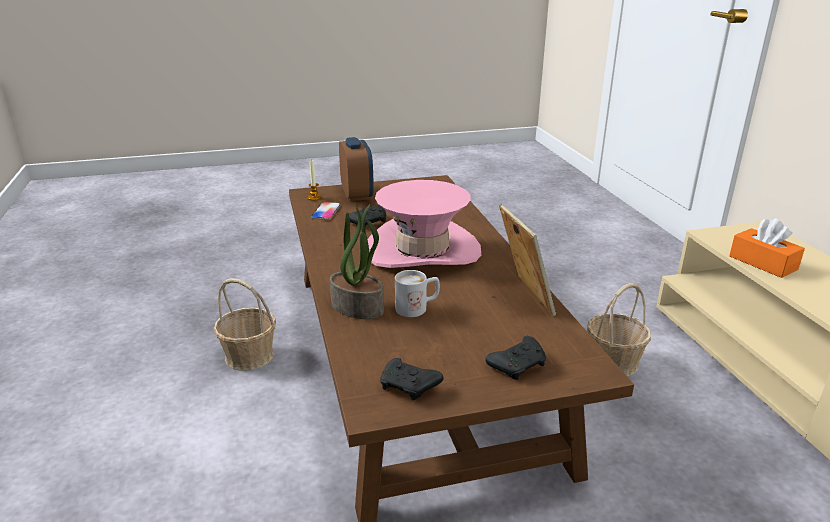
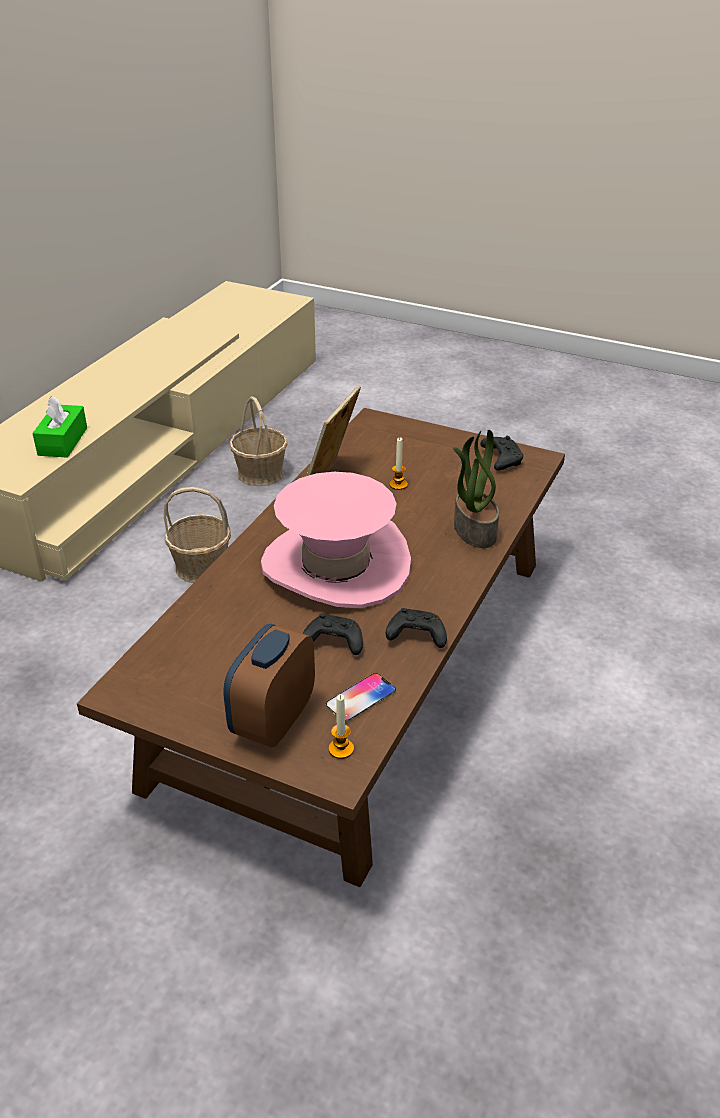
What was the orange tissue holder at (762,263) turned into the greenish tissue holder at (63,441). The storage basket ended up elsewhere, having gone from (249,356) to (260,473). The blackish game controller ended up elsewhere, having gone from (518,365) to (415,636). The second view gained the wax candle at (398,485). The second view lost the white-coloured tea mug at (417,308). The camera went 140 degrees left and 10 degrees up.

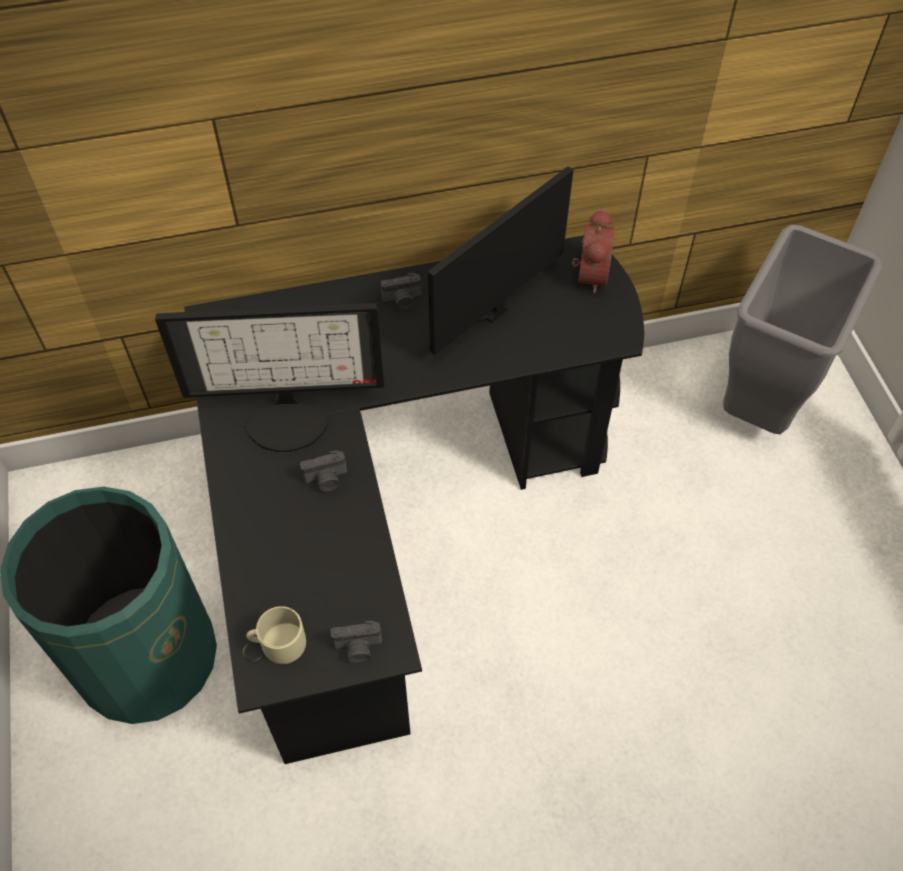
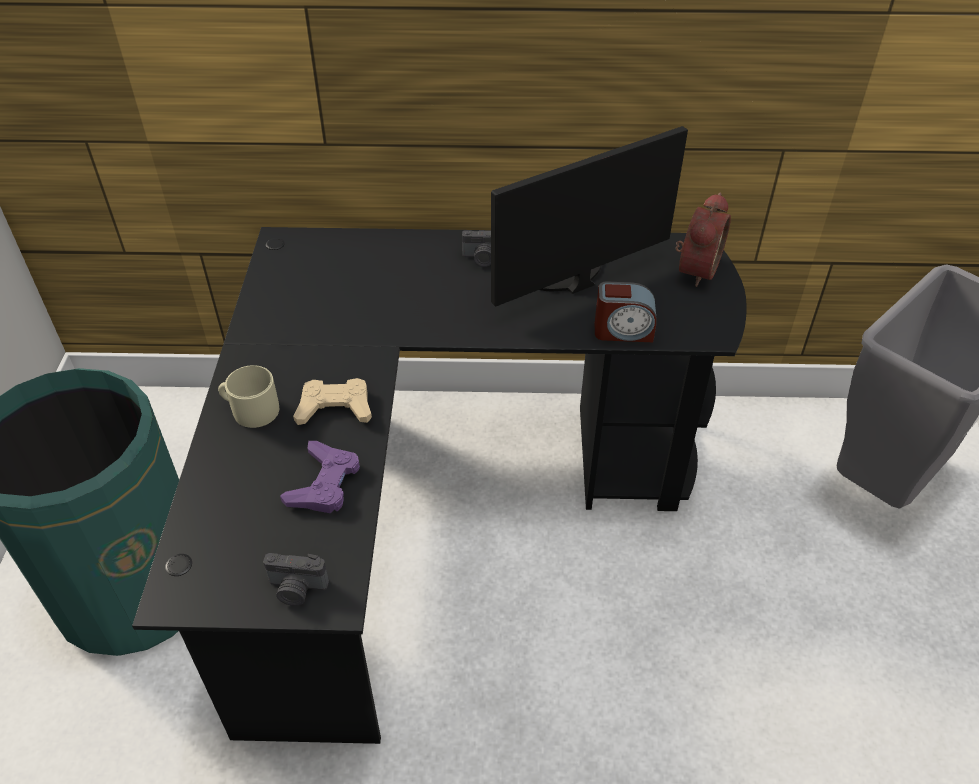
The sand-coloured tea mug ended up elsewhere, having gone from (278,643) to (250,409). The second view gained the purple-coloured game controller at (324,483). Where the photo camera stood at (326,480), the sand-coloured game controller came to stand at (335,408). The second view gained the alarm clock at (623,331). The second view lost the monitor at (288,419). The camera went 15 degrees right and 10 degrees down.

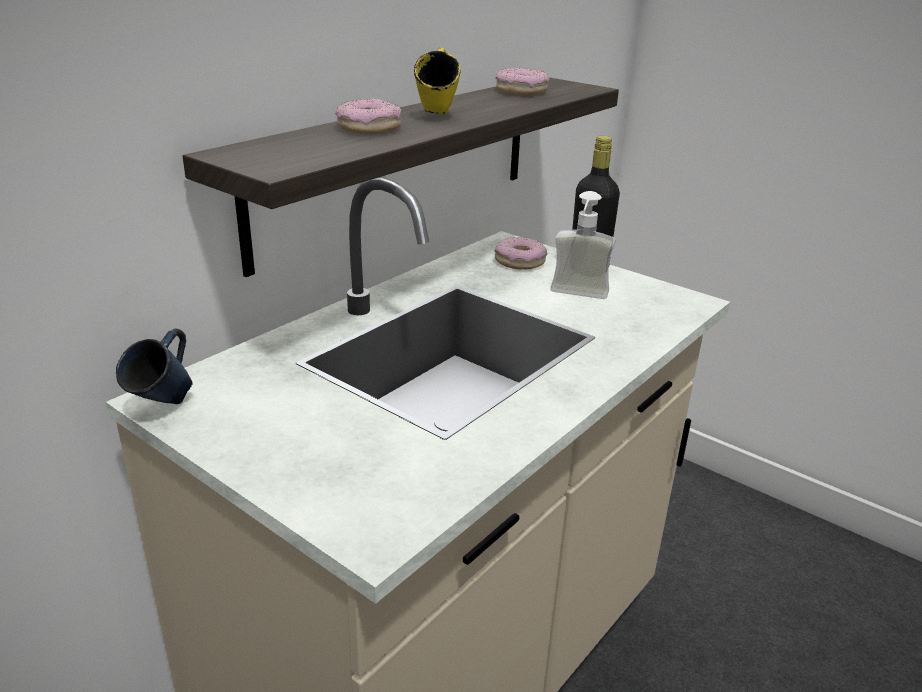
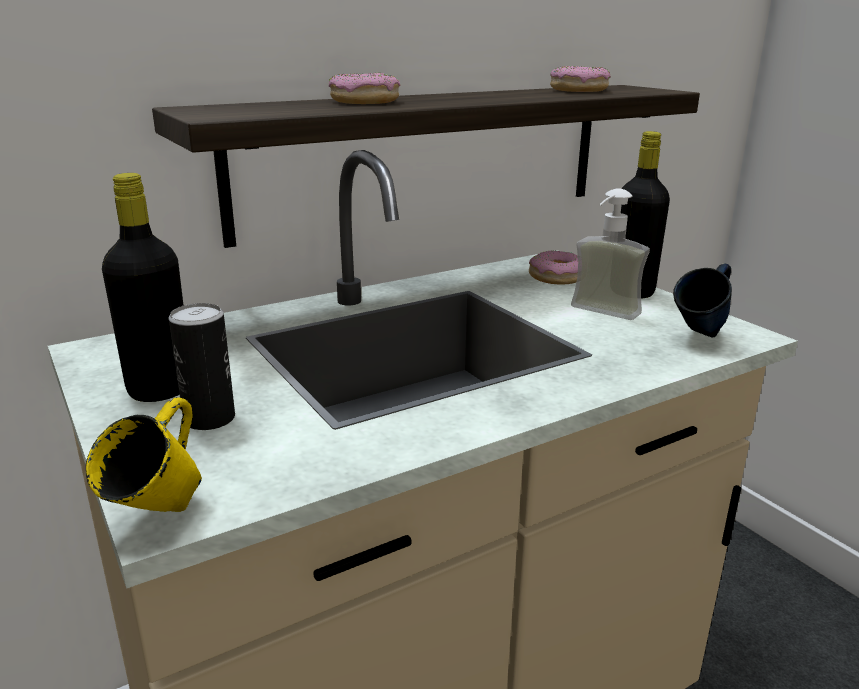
The yellow-coloured tea mug ended up elsewhere, having gone from (437,116) to (160,517). The second view gained the blackish bottle at (160,389). The second view gained the metal can at (209,419). The blue-coloured tea mug ended up elsewhere, having gone from (164,407) to (700,338). The camera went 20 degrees right and 5 degrees down.

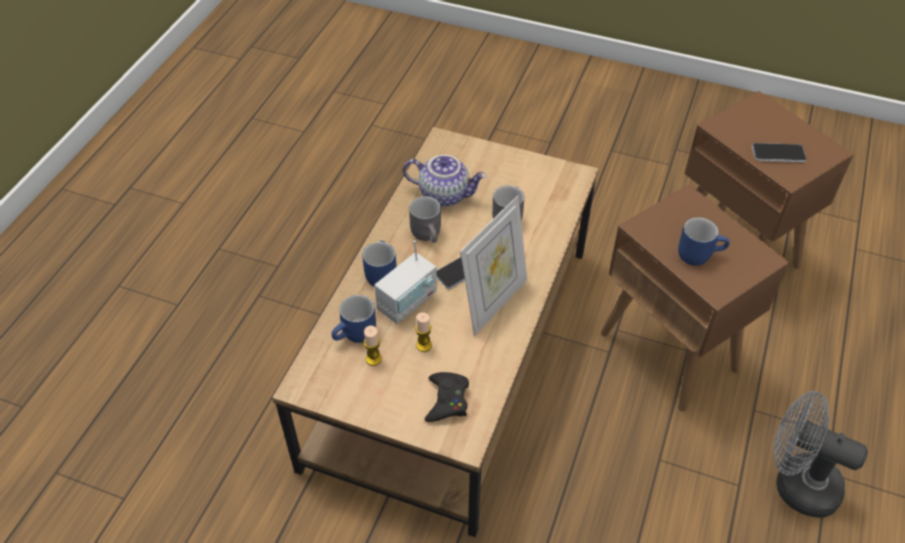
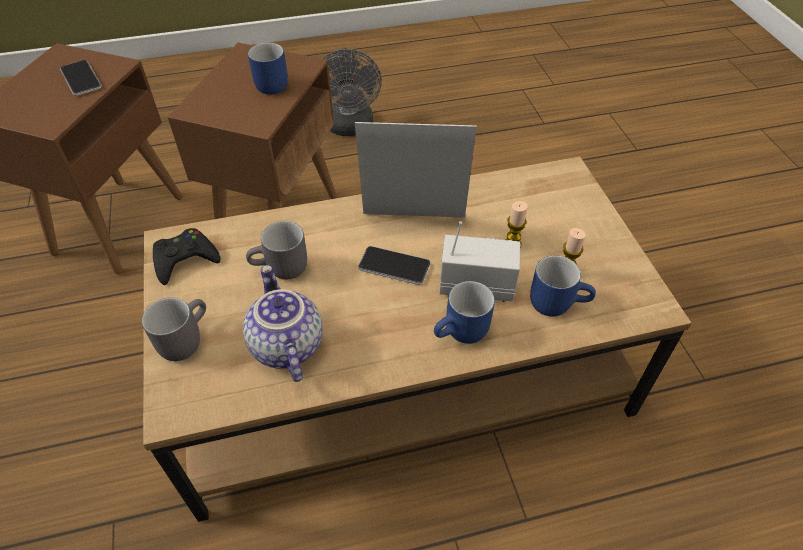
The greyish tea mug ended up elsewhere, having gone from (429,234) to (183,338). The blackish game controller ended up elsewhere, having gone from (447,400) to (185,259). The camera went 125 degrees left and 0 degrees up.

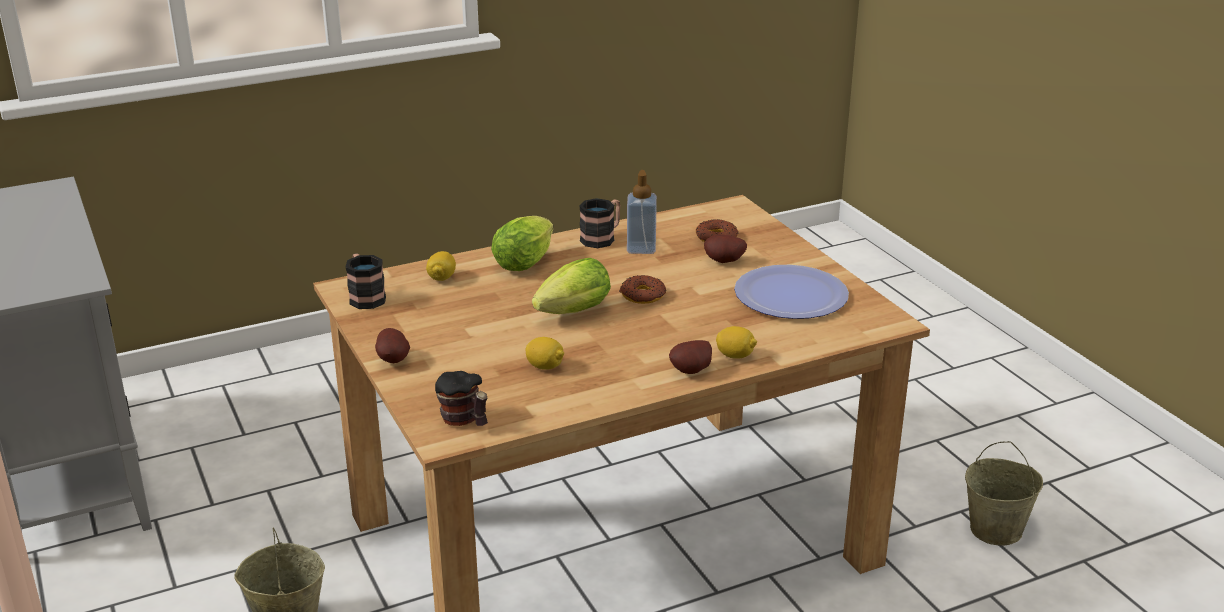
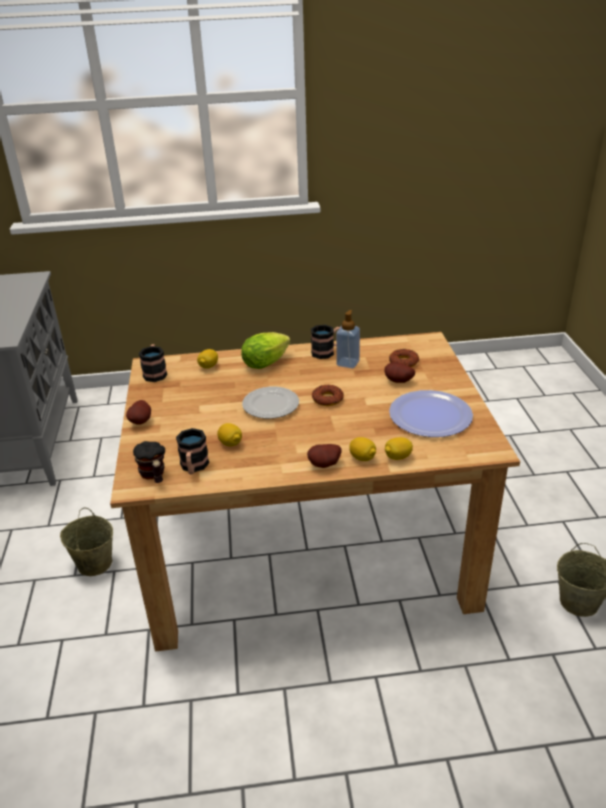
The second view gained the tea mug at (194,467). Where the lettuce stood at (570,314), the plate came to stand at (271,405). The second view gained the lemon at (397,457). The camera went 20 degrees right and 5 degrees up.

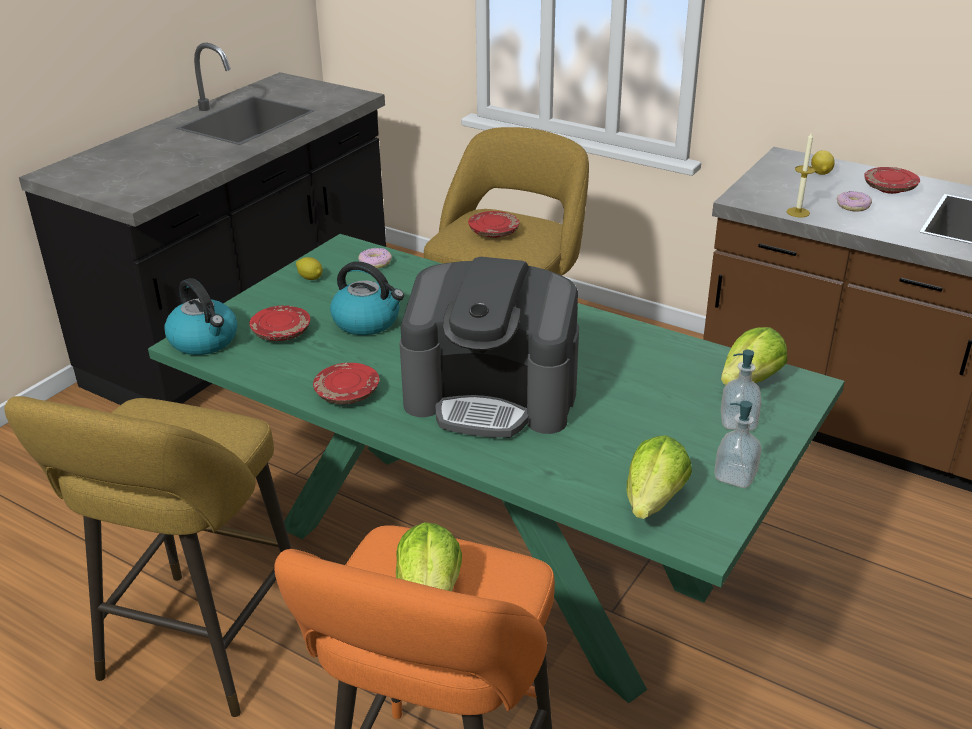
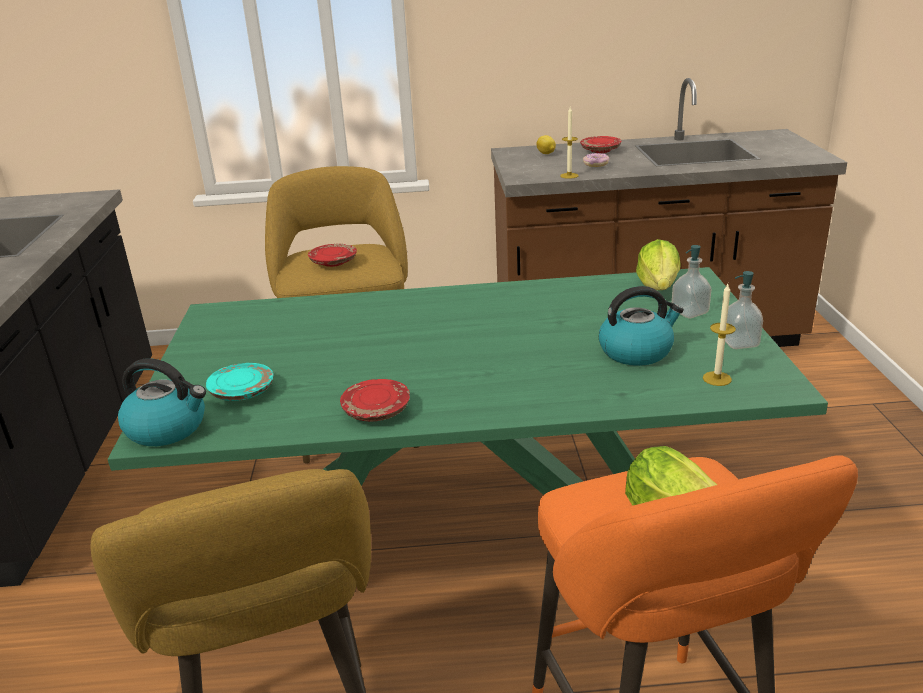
What was the reddish plate at (281,332) turned into the turquoise-coloured plate at (242,392). The kettle ended up elsewhere, having gone from (367,321) to (636,351). Where the lettuce stood at (654,500), the wax candle came to stand at (717,378). The second view lost the lemon at (310,278). The second view lost the doughnut at (375,263). The second view lost the coffee machine at (492,396). The camera went 35 degrees left and 5 degrees down.

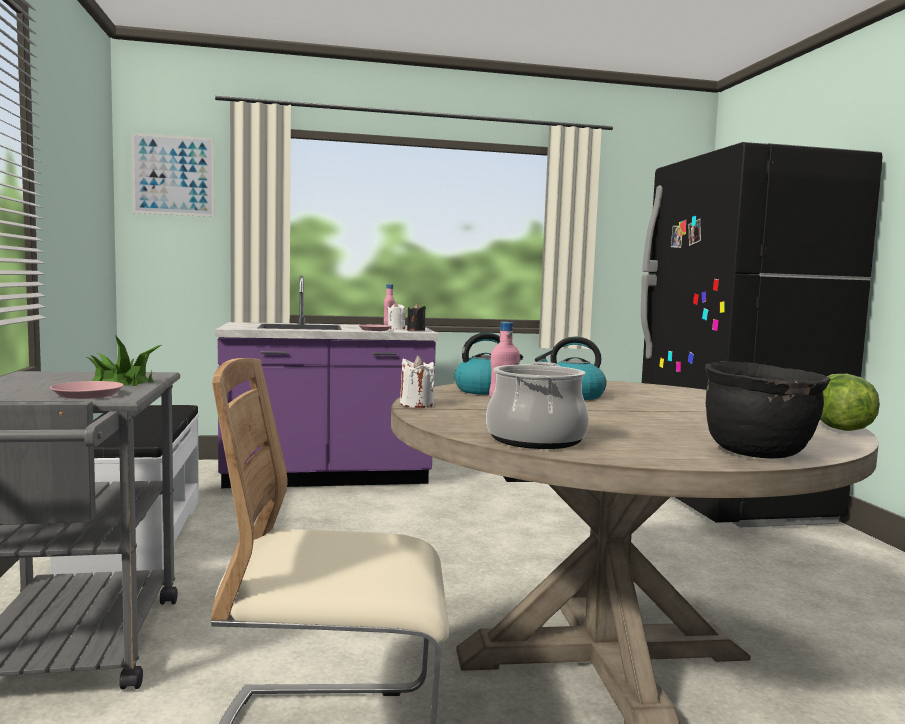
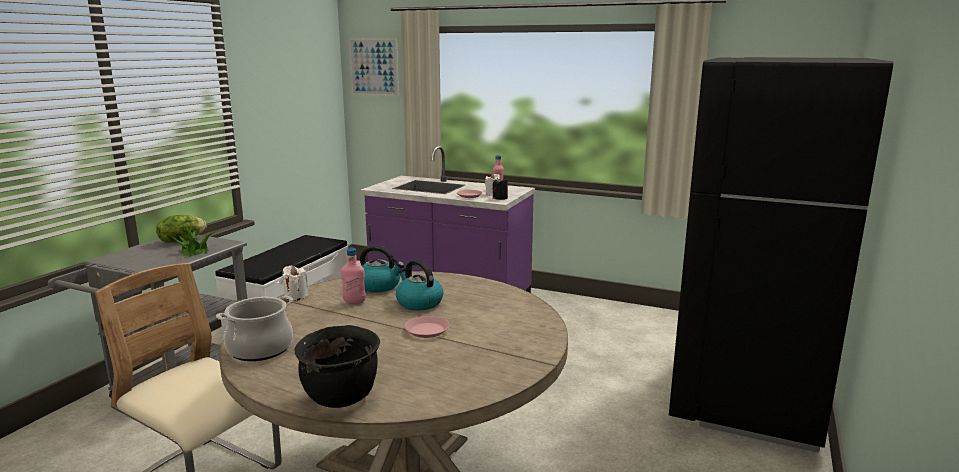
The lettuce ended up elsewhere, having gone from (838,428) to (181,241). The pink-coloured plate ended up elsewhere, having gone from (87,394) to (426,330). The camera went 35 degrees right and 10 degrees up.

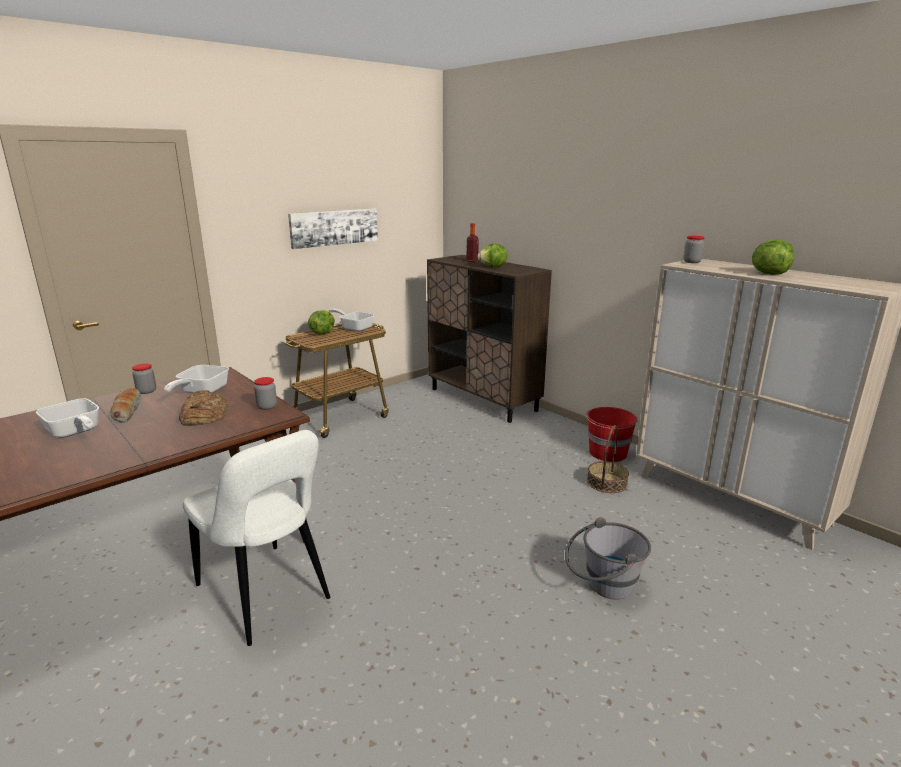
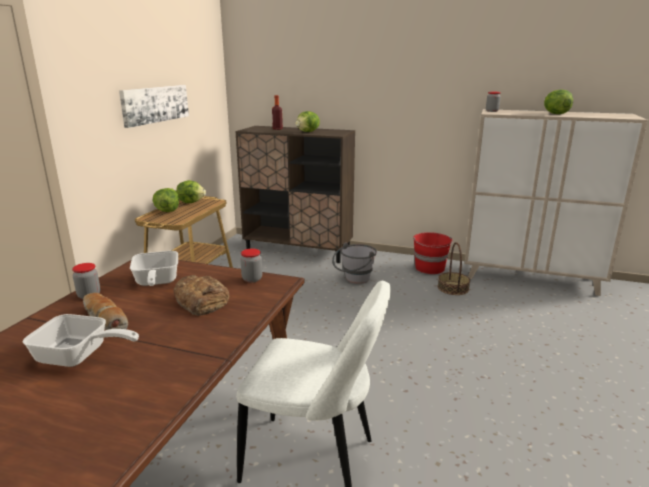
Where the skillet stood at (354,328), the lettuce came to stand at (191,202). The greyish pail ended up elsewhere, having gone from (602,587) to (354,280). The camera went 30 degrees left and 0 degrees up.

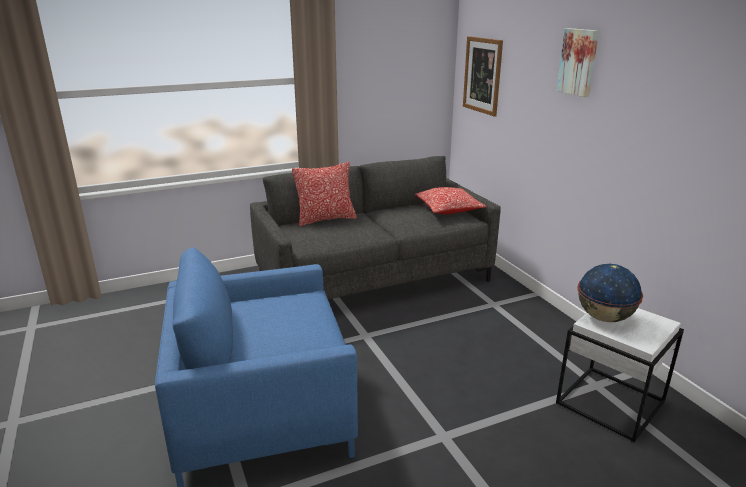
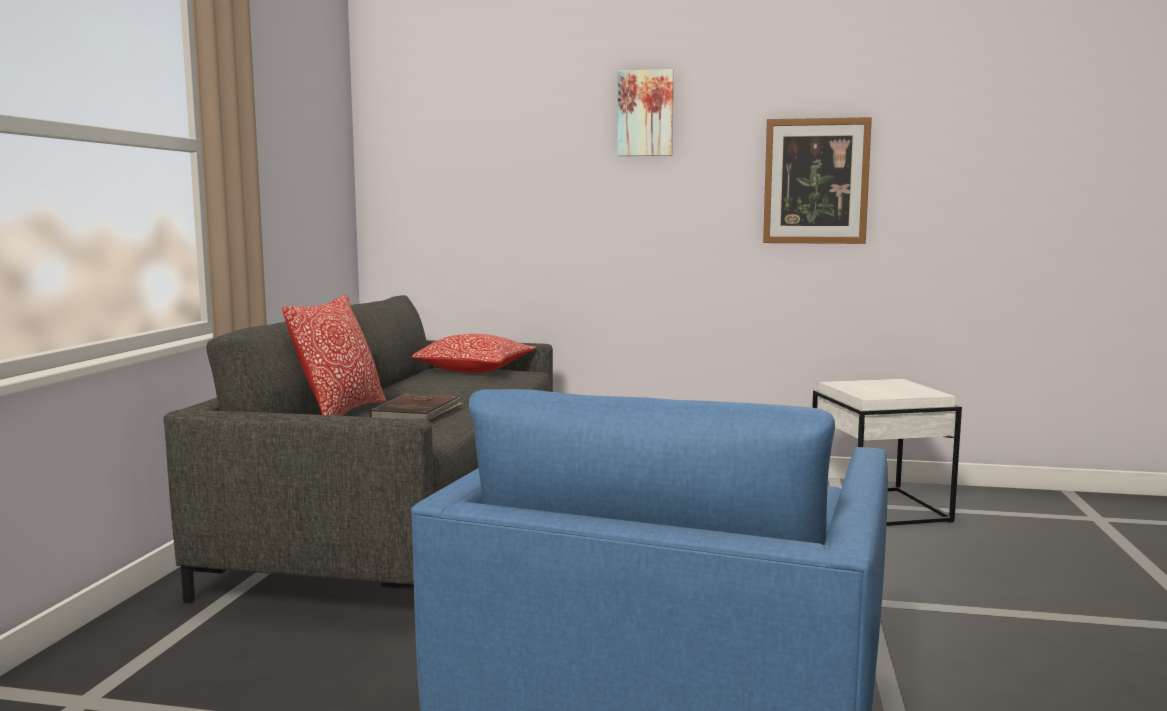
The second view gained the brown-coloured bound book at (417,413). The wall art ended up elsewhere, having gone from (482,75) to (816,181). The second view lost the world globe at (605,318). The camera went 55 degrees left and 15 degrees down.

